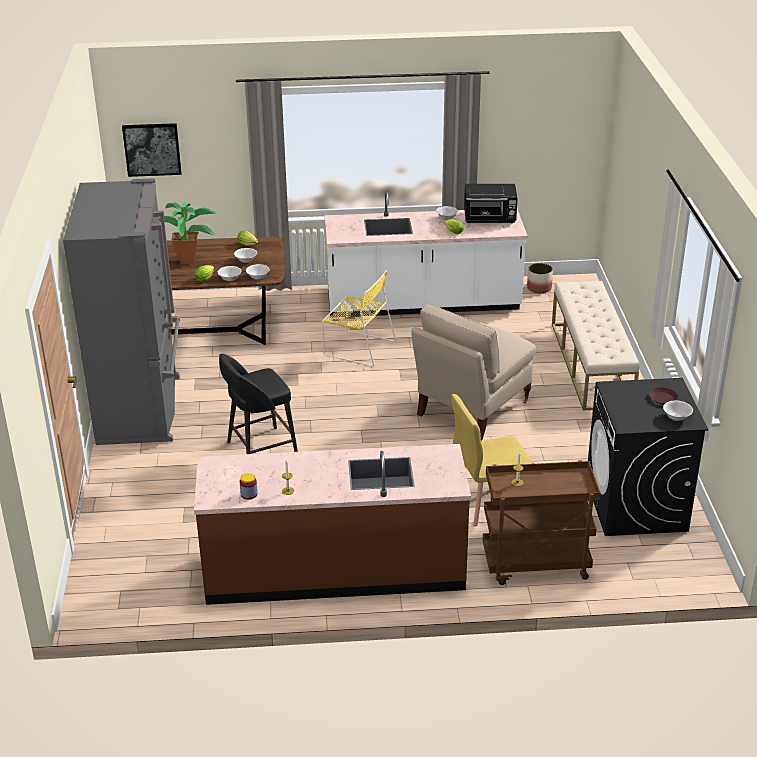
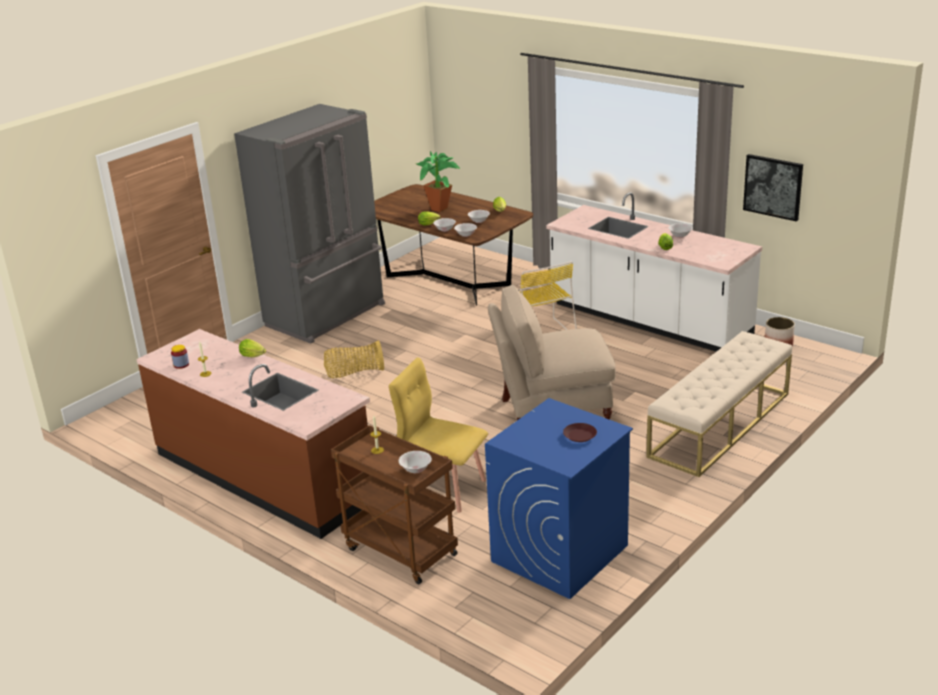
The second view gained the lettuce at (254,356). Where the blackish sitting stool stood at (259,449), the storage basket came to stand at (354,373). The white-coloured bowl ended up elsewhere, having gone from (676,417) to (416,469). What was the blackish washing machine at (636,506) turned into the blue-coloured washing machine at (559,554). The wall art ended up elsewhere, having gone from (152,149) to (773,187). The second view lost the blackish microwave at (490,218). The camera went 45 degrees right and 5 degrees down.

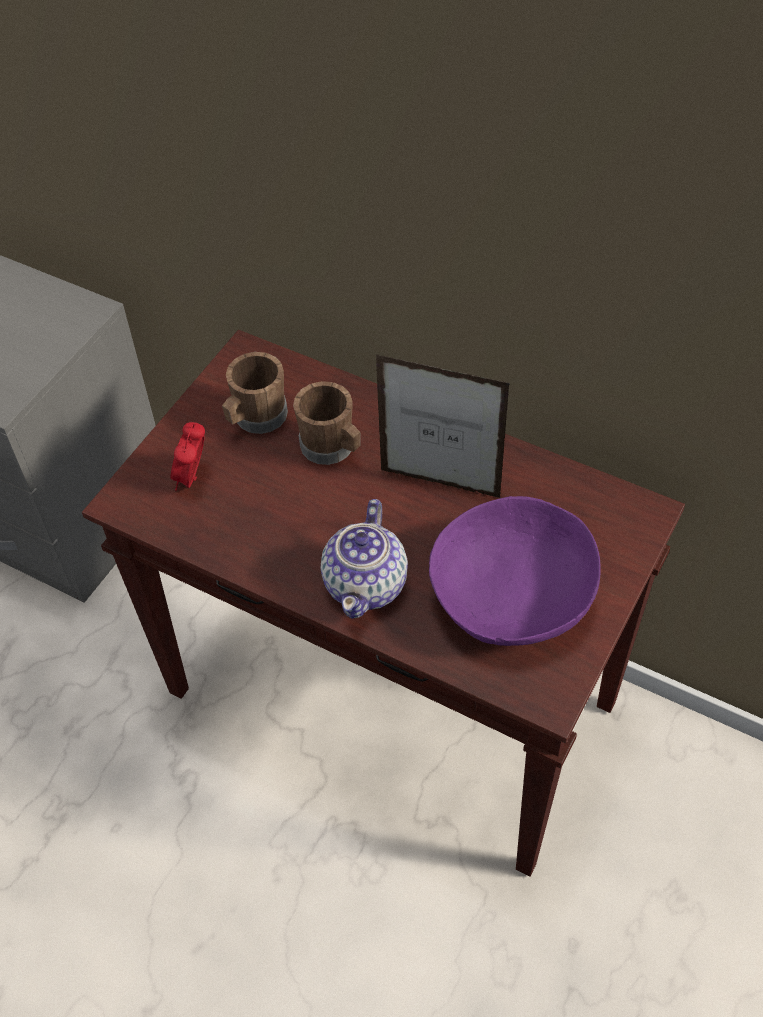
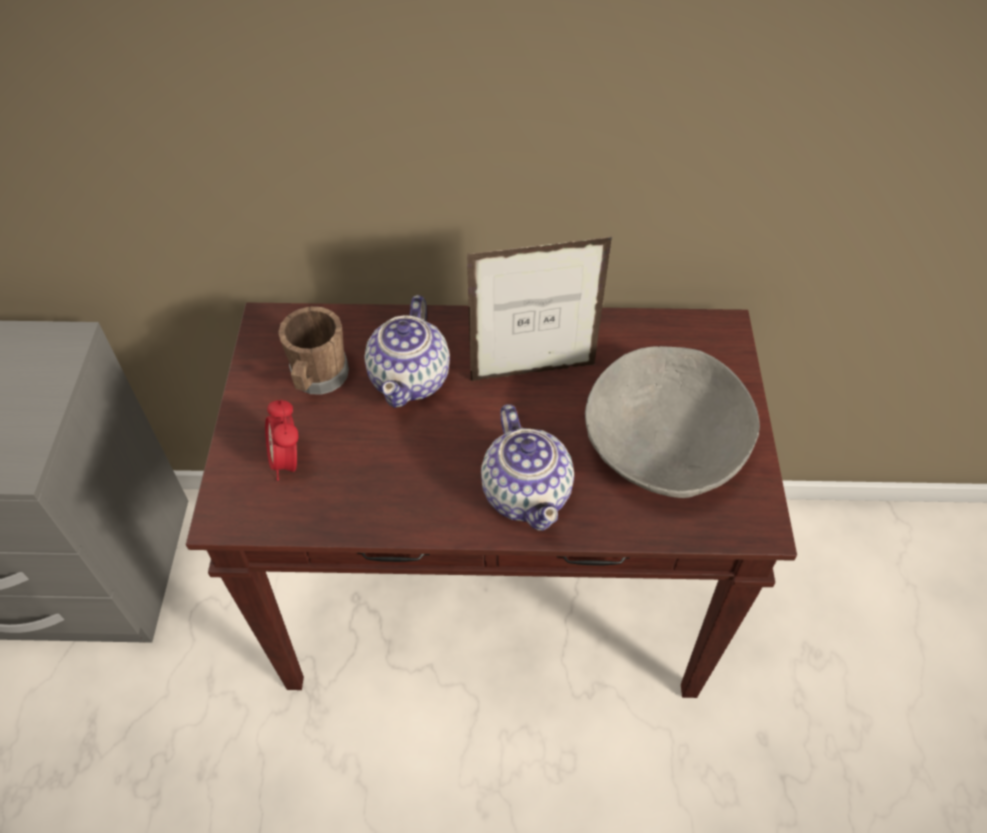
Where the brown-coloured tea mug stood at (332,448), the tea pot came to stand at (411,378). What was the purple-coloured bowl at (513,594) turned into the greyish bowl at (664,445). The camera went 30 degrees left and 0 degrees up.

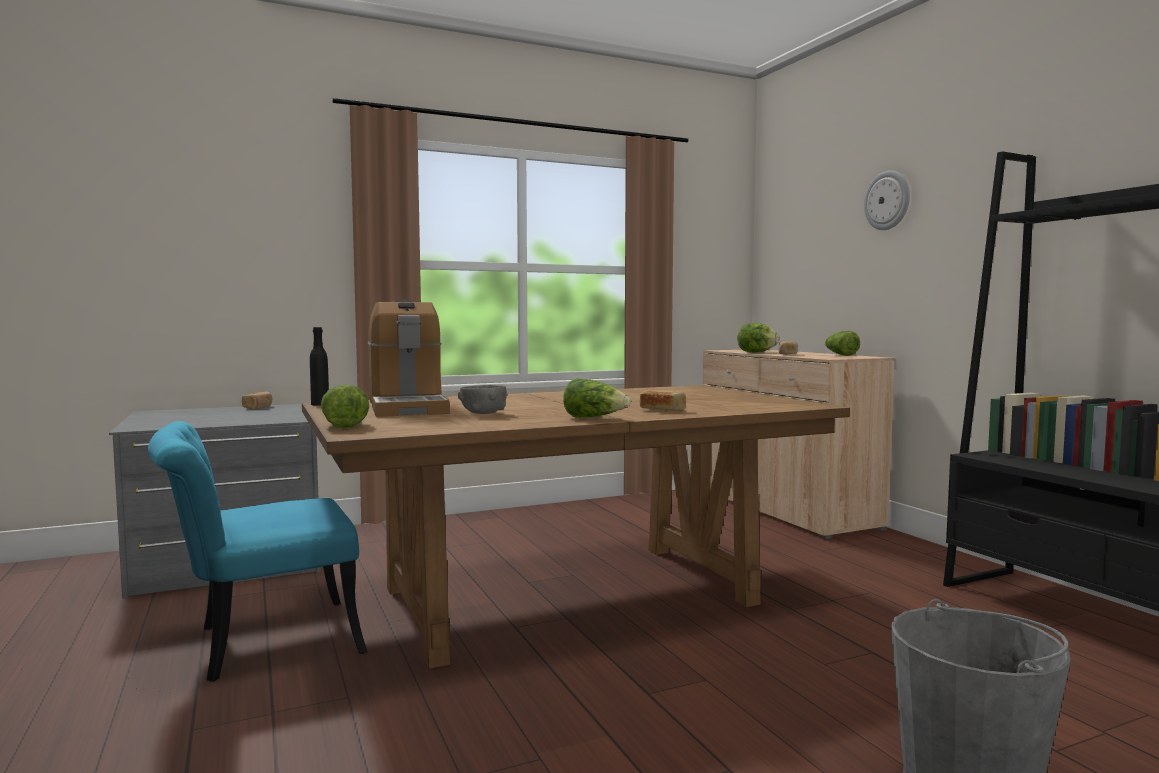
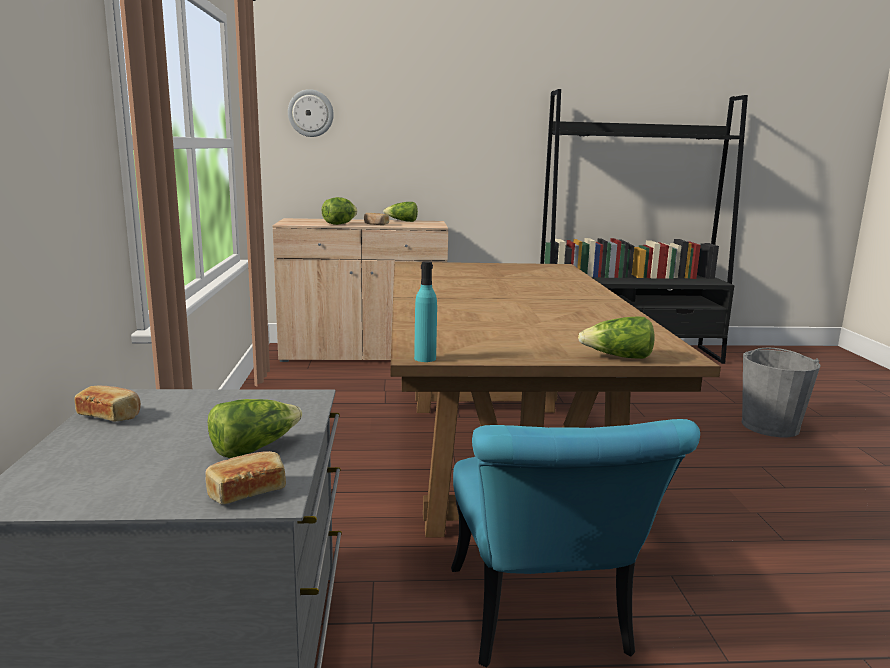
The bread ended up elsewhere, having gone from (663,410) to (246,492). The lettuce ended up elsewhere, having gone from (594,418) to (254,448). The wall clock ended up elsewhere, having gone from (887,200) to (310,113). What was the blackish bottle at (320,404) turned into the turquoise-coloured bottle at (425,358). The second view lost the coffee machine at (407,407). The second view lost the greyish bowl at (483,414). The camera went 70 degrees left and 10 degrees up.

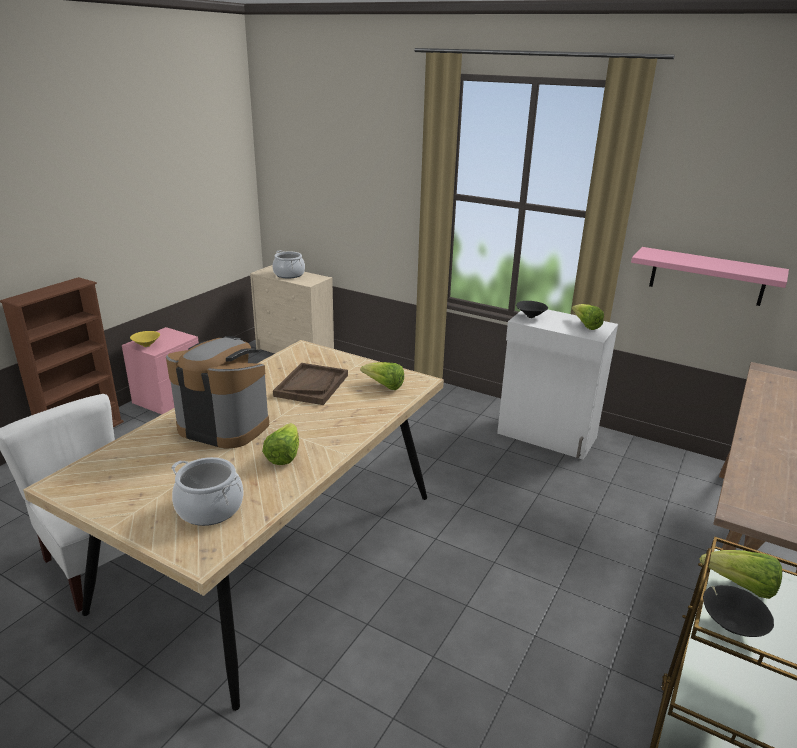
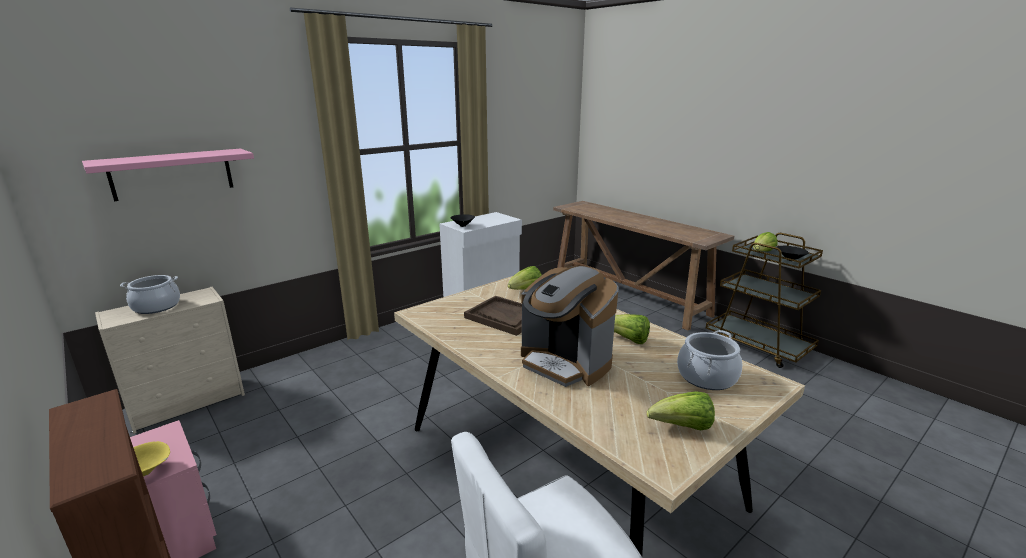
The pink-coloured bracket shelf ended up elsewhere, having gone from (707,276) to (172,174). The coffee machine at (224,426) ended up facing another way, 90 degrees counterclockwise from before. The lettuce ended up elsewhere, having gone from (585,326) to (682,427). The camera went 70 degrees left and 5 degrees down.

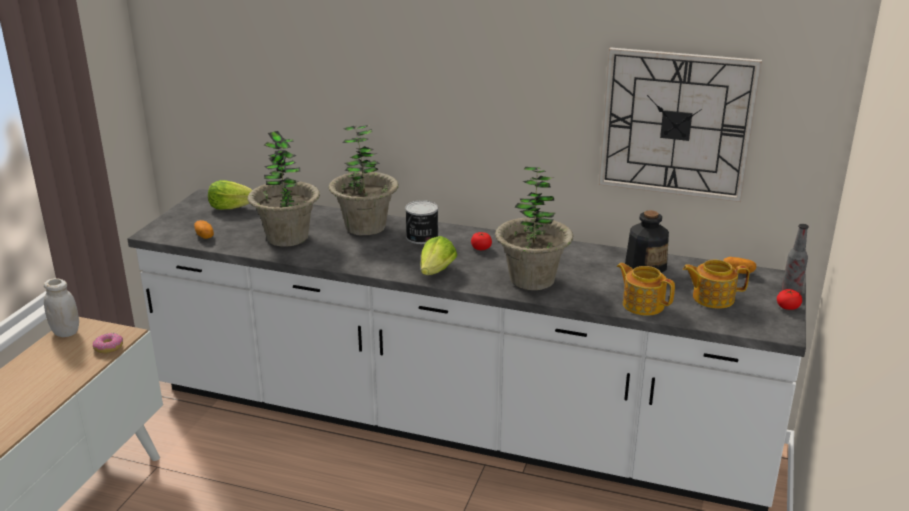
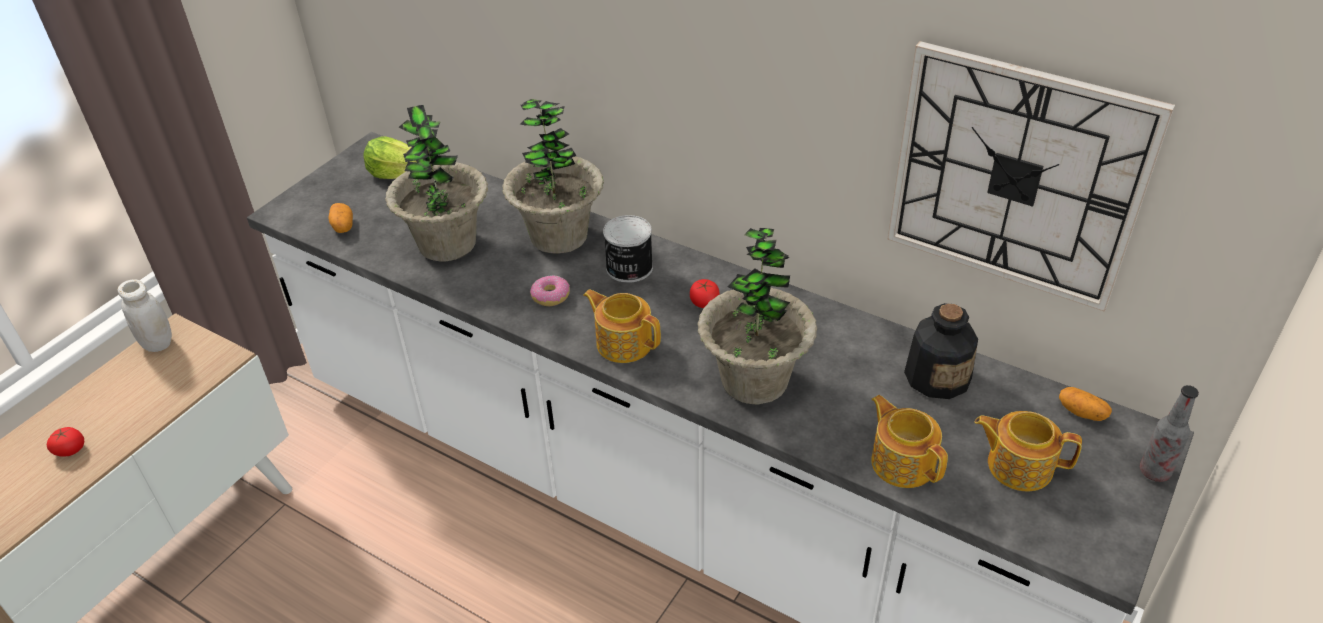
The tomato ended up elsewhere, having gone from (787,307) to (70,449). The doughnut ended up elsewhere, having gone from (109,347) to (551,296). Where the lettuce stood at (436,271), the tea pot came to stand at (623,342). The camera went 15 degrees right and 15 degrees up.

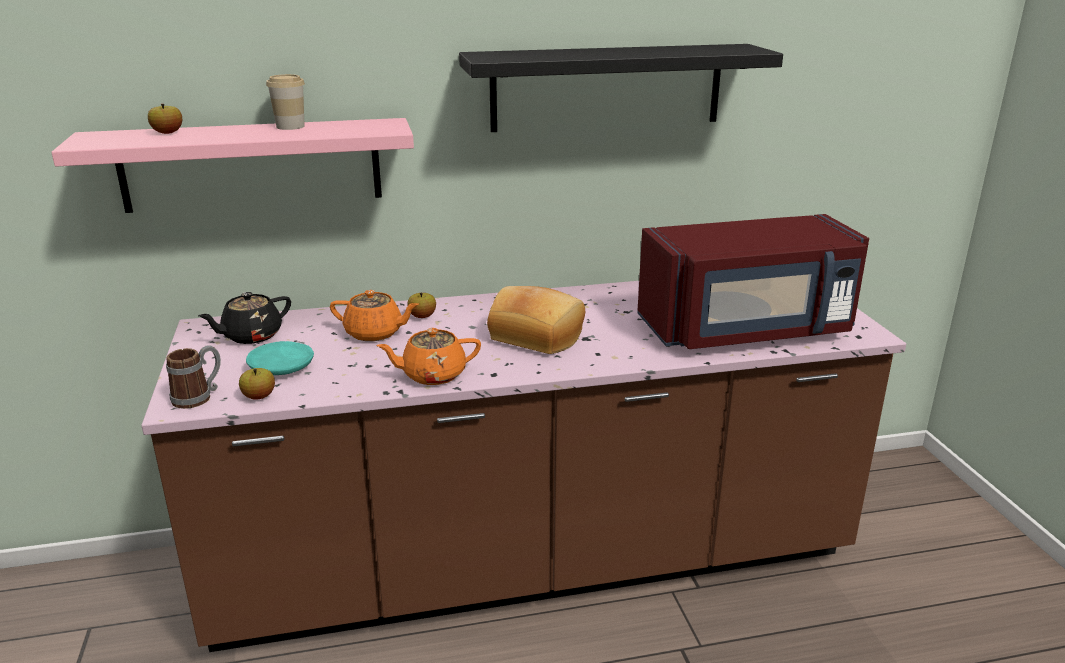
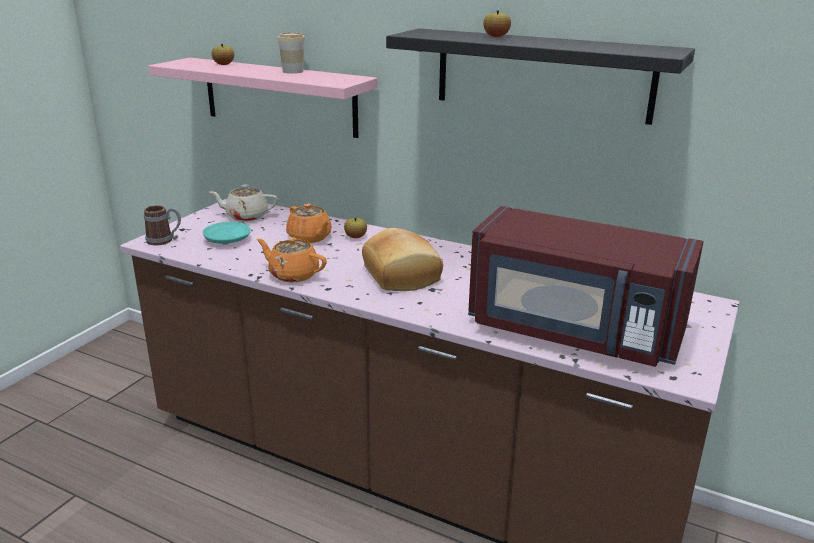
What was the blackish tea pot at (251,336) turned into the sand-coloured tea pot at (246,216). The apple ended up elsewhere, having gone from (259,396) to (496,36). The camera went 40 degrees right and 0 degrees up.

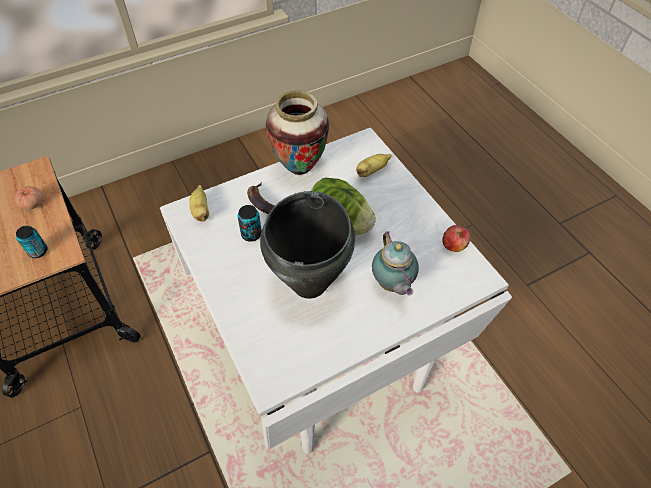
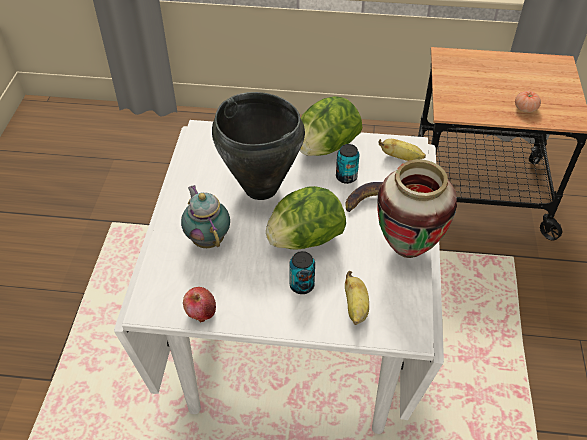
The tea pot at (392,285) ended up facing another way, 45 degrees clockwise from before. The metal can ended up elsewhere, having gone from (38,251) to (302,285). The second view gained the lettuce at (326,147). The camera went 125 degrees right and 5 degrees down.

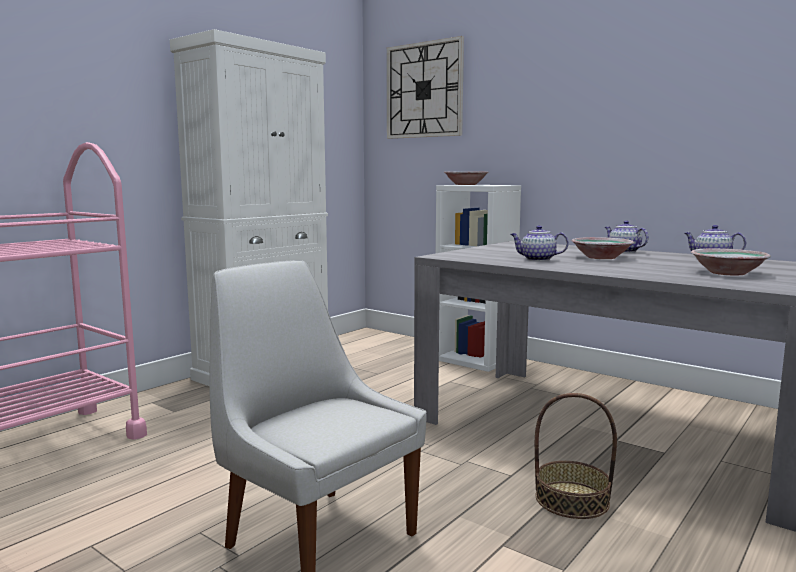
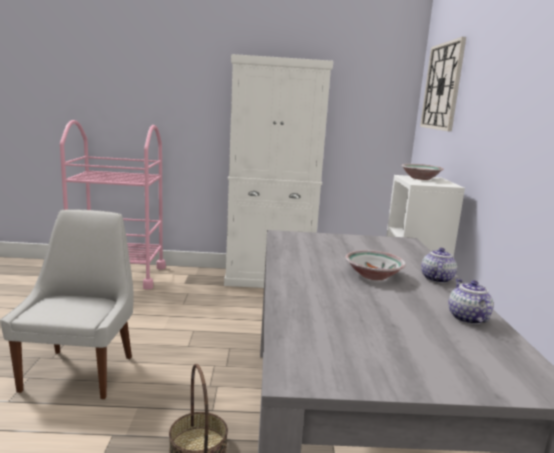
The second view lost the tea pot at (537,259). The second view lost the bowl at (728,273). The camera went 50 degrees right and 5 degrees up.

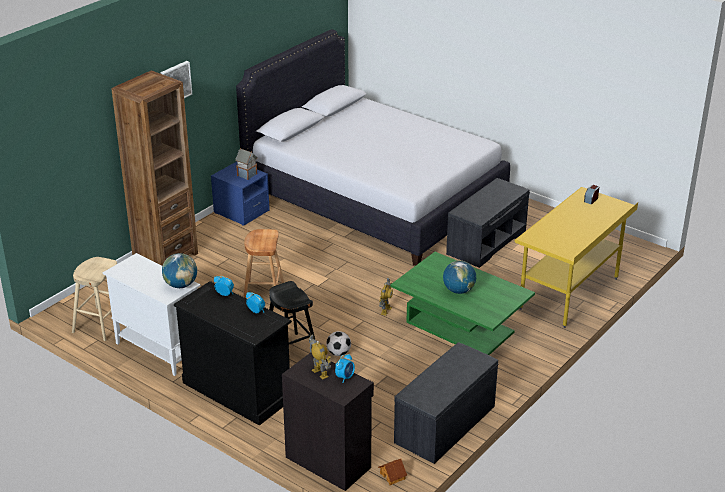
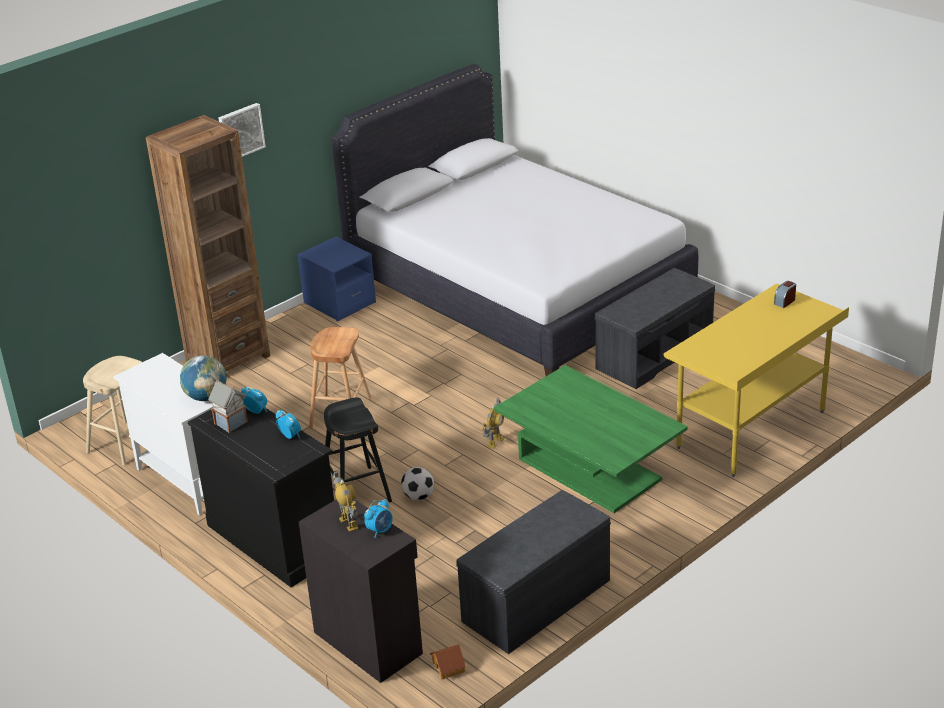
The model house ended up elsewhere, having gone from (247,175) to (231,423). The second view lost the world globe at (458,291). The camera went 10 degrees right and 0 degrees up.

